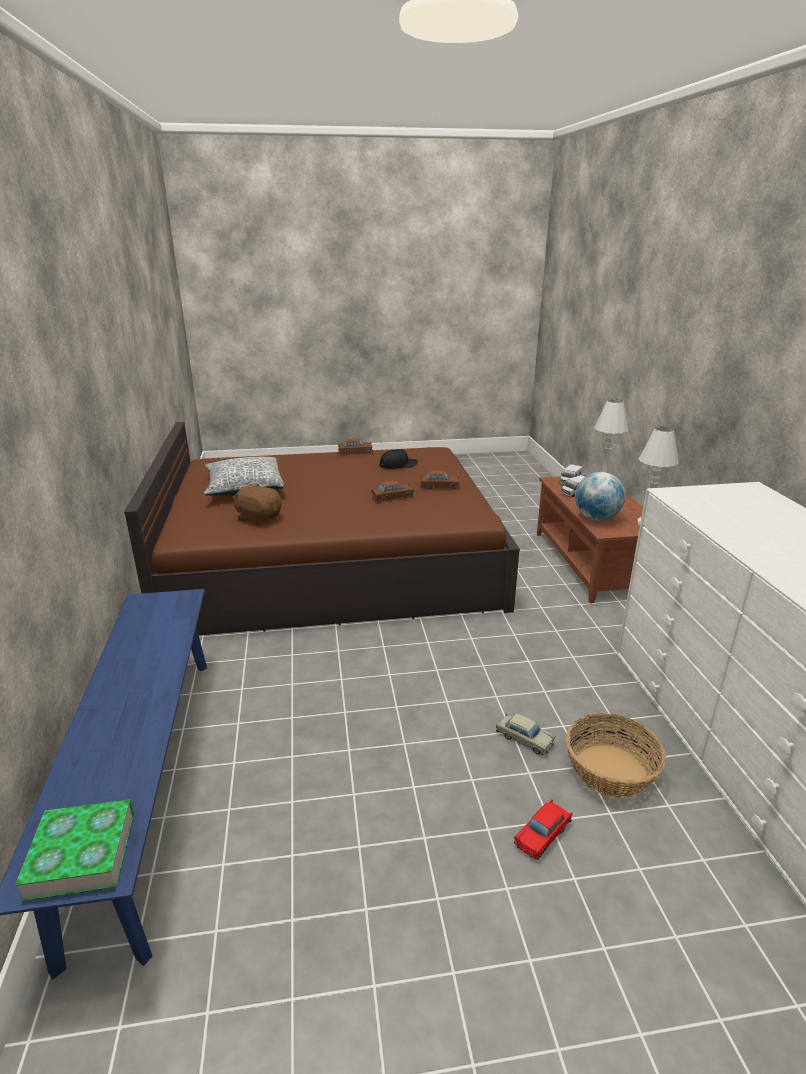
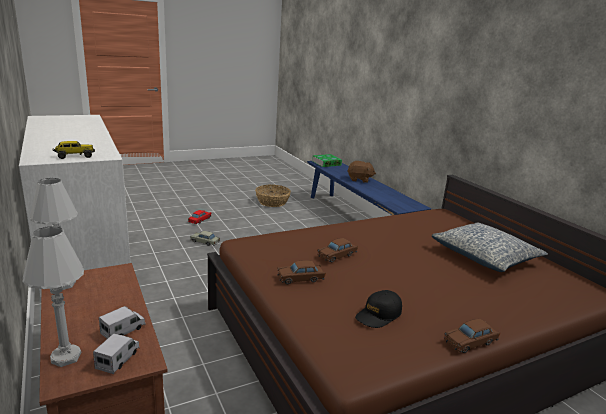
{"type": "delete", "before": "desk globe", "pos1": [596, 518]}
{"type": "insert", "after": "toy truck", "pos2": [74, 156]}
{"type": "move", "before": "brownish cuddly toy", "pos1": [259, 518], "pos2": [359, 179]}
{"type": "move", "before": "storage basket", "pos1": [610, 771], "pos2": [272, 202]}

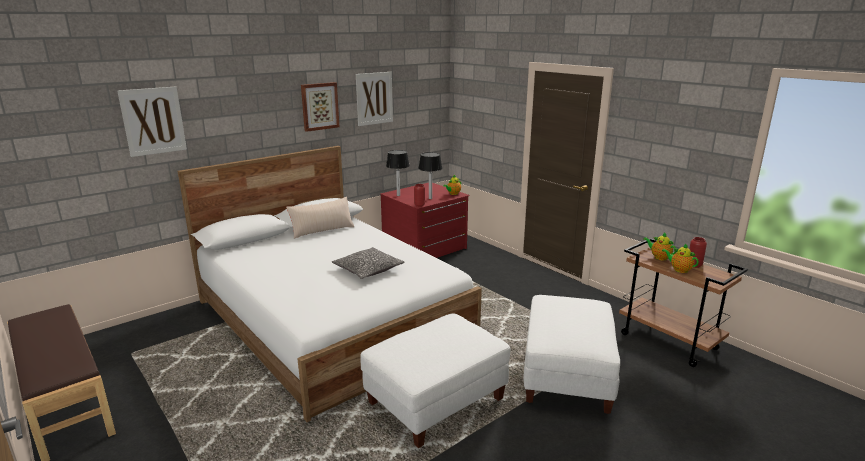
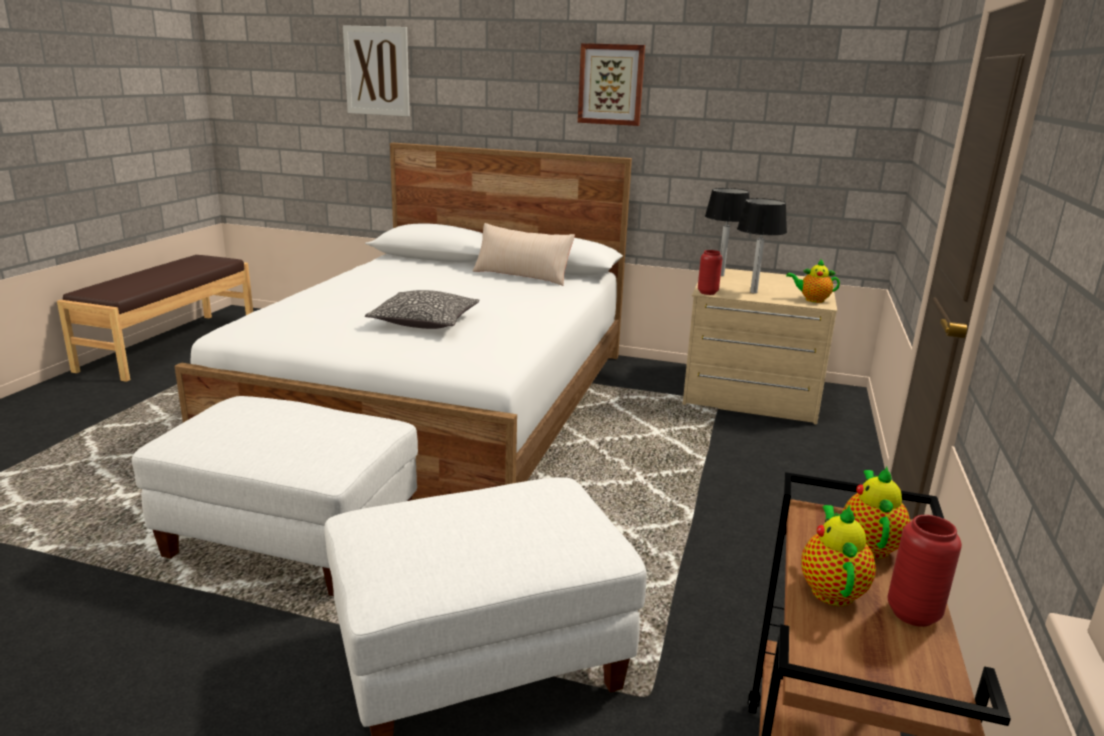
{"type": "delete", "before": "picture", "pos1": [374, 98]}
{"type": "recolor", "before": "red drawer chest", "after": "sand-coloured drawer chest", "pos1": [425, 248], "pos2": [751, 394]}

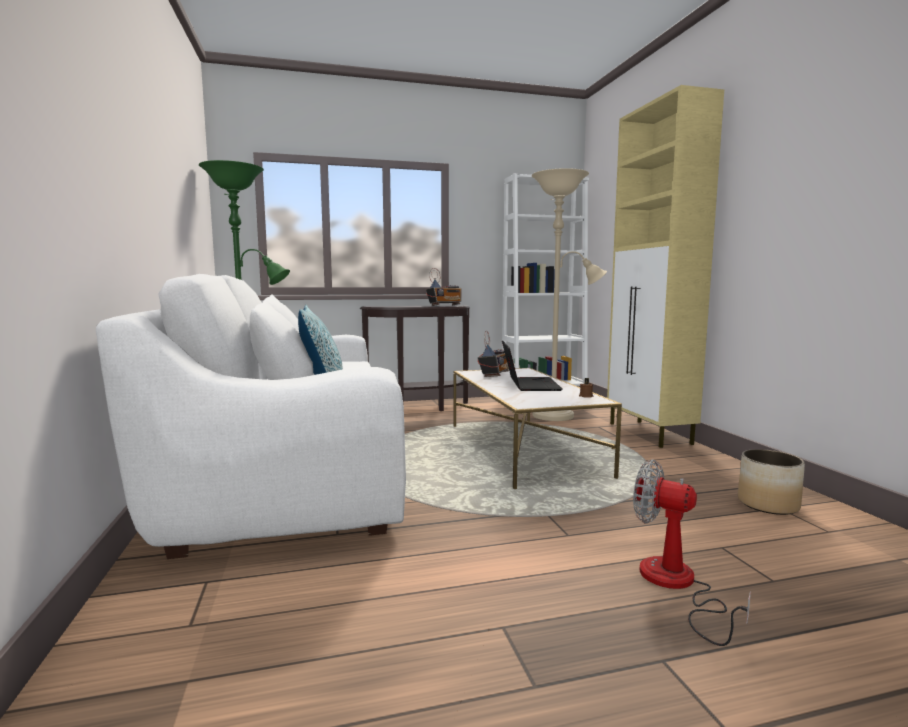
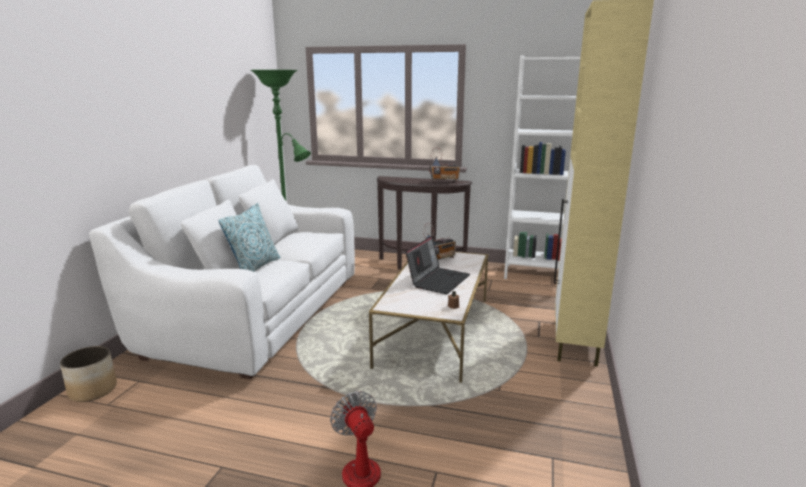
{"type": "delete", "before": "sand-coloured floor lamp", "pos1": [558, 415]}
{"type": "move", "before": "flower pot", "pos1": [767, 504], "pos2": [93, 390]}

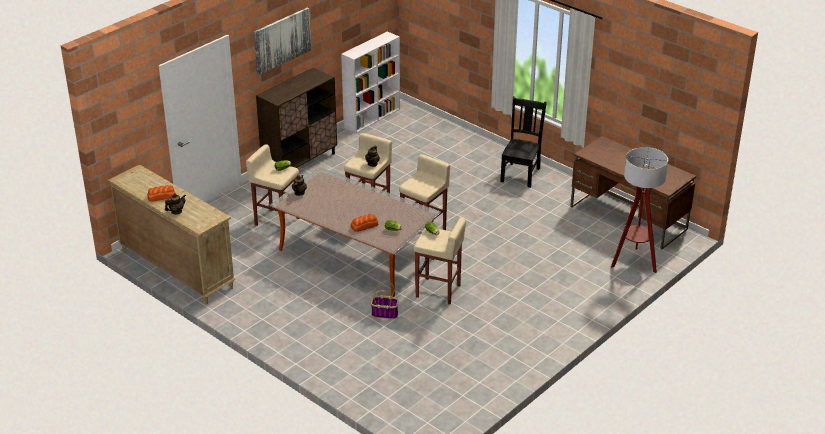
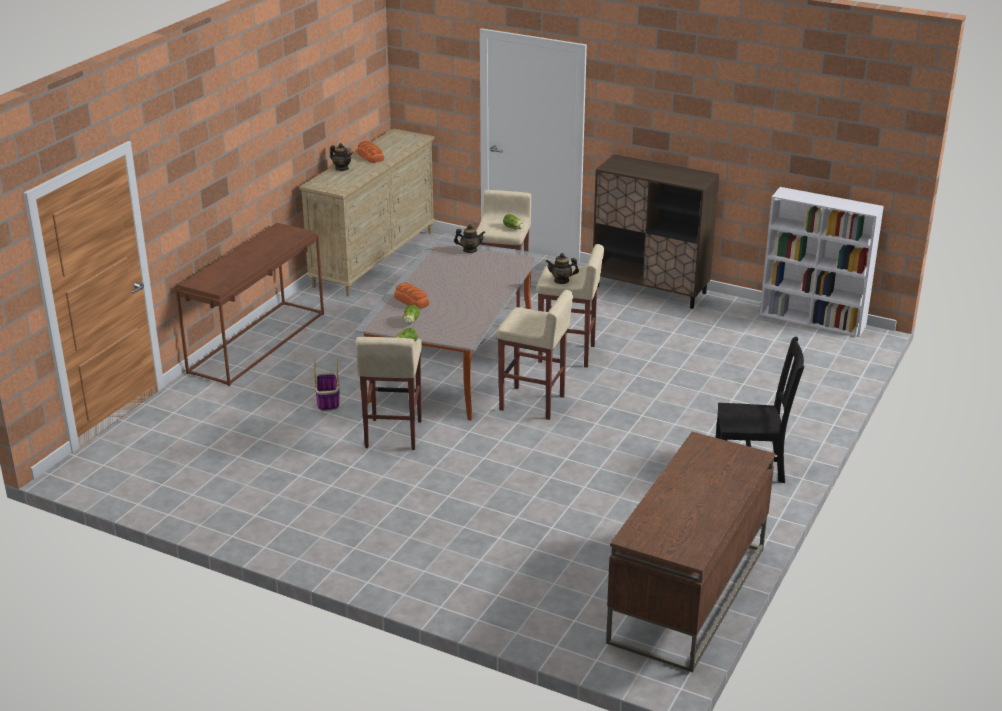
{"type": "delete", "before": "picture", "pos1": [282, 40]}
{"type": "delete", "before": "floor lamp", "pos1": [634, 262]}
{"type": "insert", "after": "brownish console table", "pos2": [257, 342]}

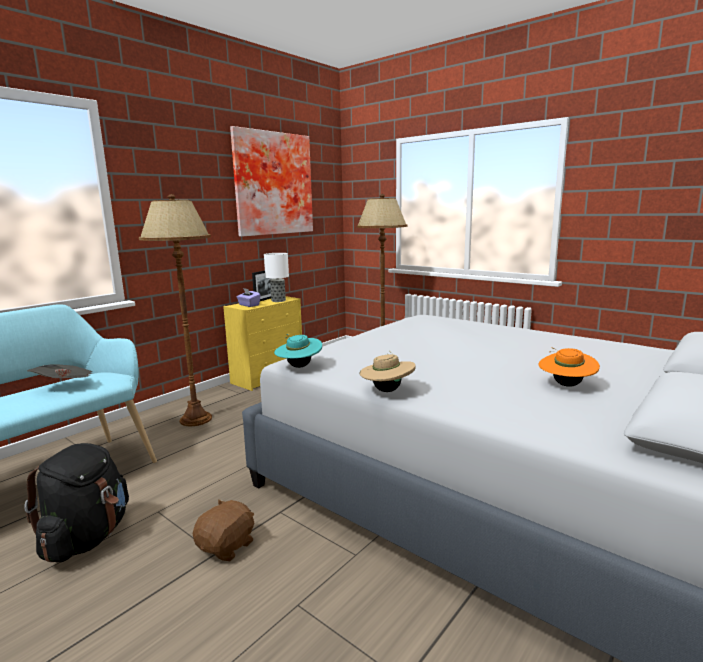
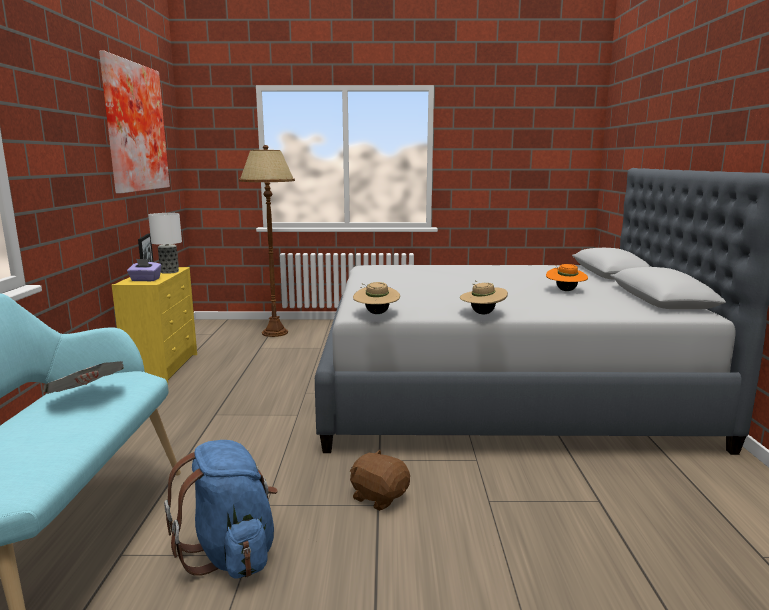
{"type": "delete", "before": "brownish floor lamp", "pos1": [195, 419]}
{"type": "recolor", "before": "black backpack", "after": "bluish backpack", "pos1": [87, 538], "pos2": [231, 552]}
{"type": "recolor", "before": "turquoise clothing hat", "after": "sand-coloured clothing hat", "pos1": [299, 366], "pos2": [376, 313]}
{"type": "rotate", "before": "brownish cuddly toy", "pos1": [227, 546], "pos2": [379, 496], "turn": -45}

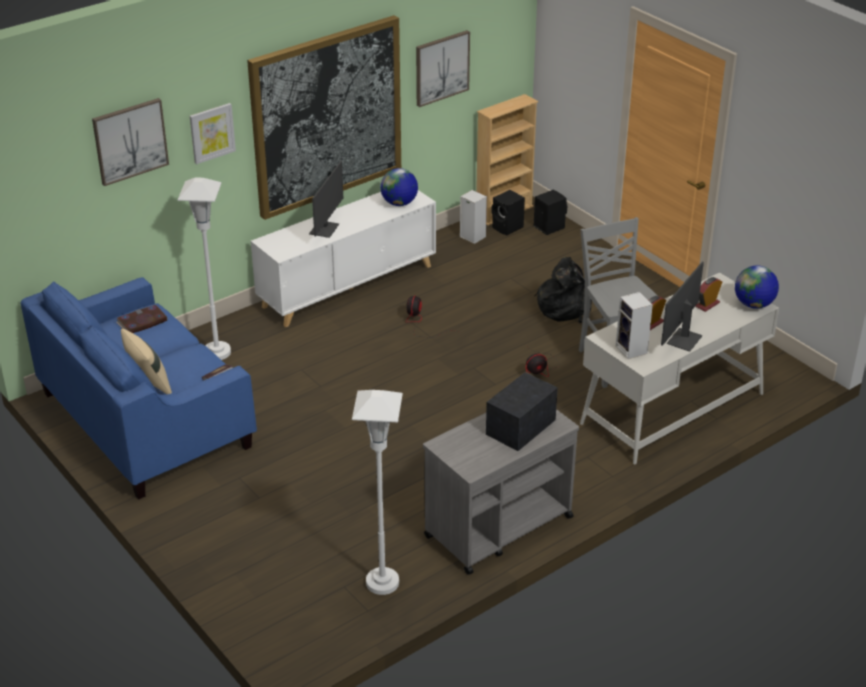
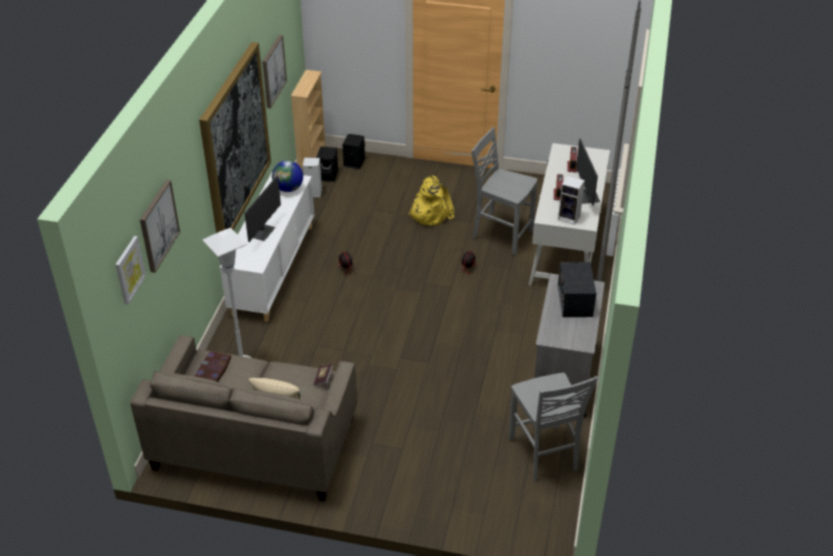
{"type": "delete", "before": "desk globe", "pos1": [753, 304]}
{"type": "move", "before": "picture", "pos1": [212, 133], "pos2": [129, 270]}
{"type": "replace", "before": "white-coloured floor lamp", "after": "gray plain chair", "pos1": [382, 582], "pos2": [544, 454]}
{"type": "recolor", "before": "bluish couch", "after": "sand-coloured couch", "pos1": [146, 419], "pos2": [255, 443]}
{"type": "recolor", "before": "black backpack", "after": "yellow backpack", "pos1": [565, 307], "pos2": [429, 213]}
{"type": "rotate", "before": "computer display", "pos1": [325, 229], "pos2": [262, 232], "turn": 45}

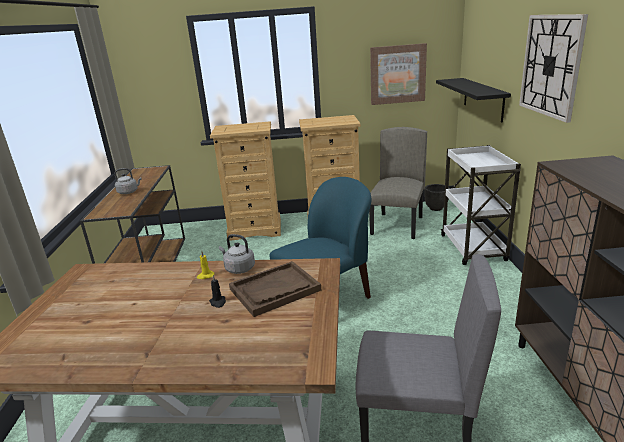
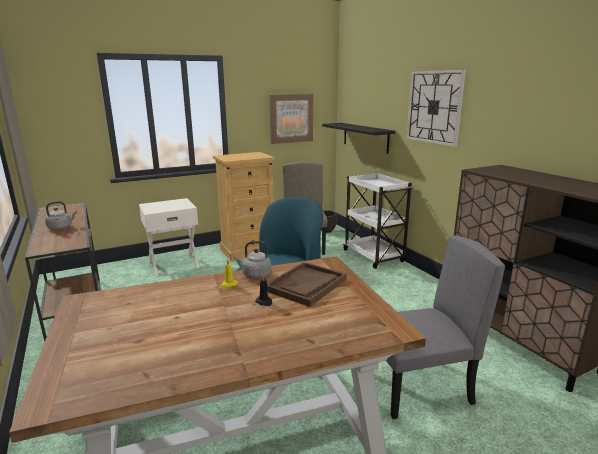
{"type": "replace", "before": "sand-coloured drawer chest", "after": "white-coloured nightstand", "pos1": [255, 230], "pos2": [173, 264]}

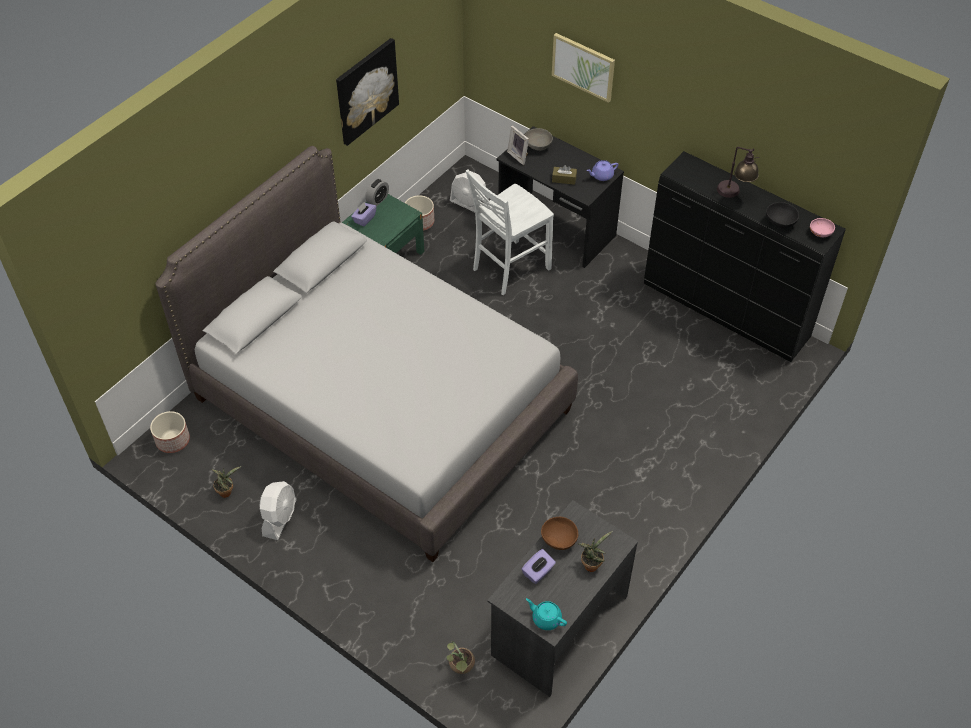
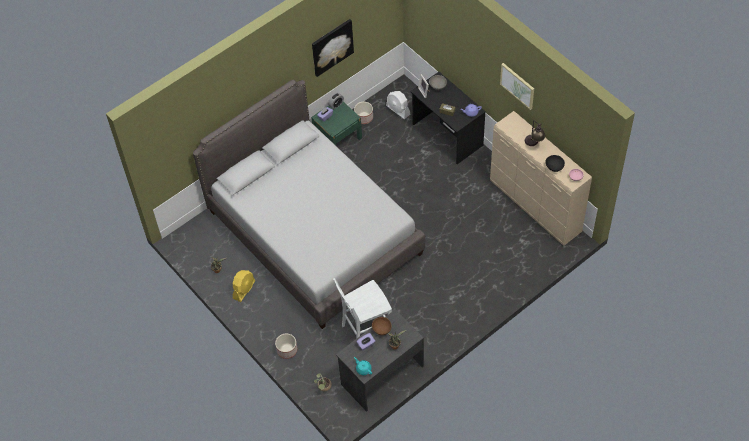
{"type": "move", "before": "flower pot", "pos1": [172, 440], "pos2": [286, 350]}
{"type": "move", "before": "white-coloured plain chair", "pos1": [509, 269], "pos2": [365, 329]}
{"type": "move", "before": "picture", "pos1": [583, 66], "pos2": [517, 85]}
{"type": "recolor", "before": "white-coloured fan", "after": "yellow fan", "pos1": [280, 518], "pos2": [244, 289]}
{"type": "recolor", "before": "black drawer chest", "after": "sand-coloured drawer chest", "pos1": [725, 312], "pos2": [535, 207]}

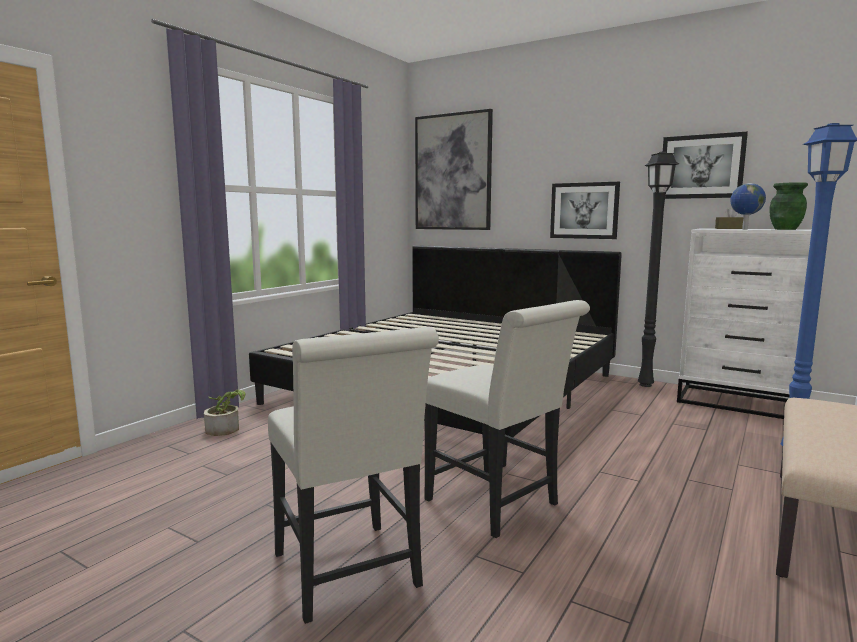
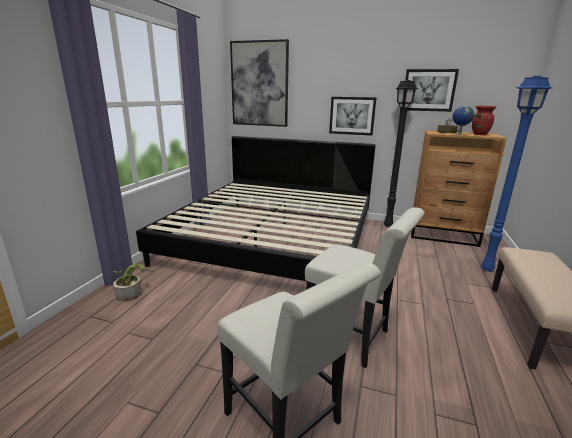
{"type": "recolor", "before": "white-coloured drawer chest", "after": "brownish drawer chest", "pos1": [739, 403], "pos2": [443, 235]}
{"type": "recolor", "before": "green flower vase", "after": "red flower vase", "pos1": [785, 229], "pos2": [479, 134]}

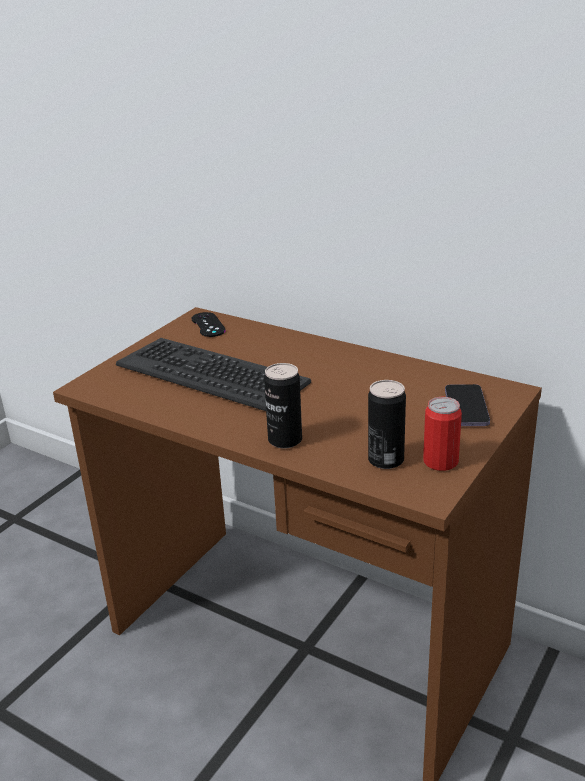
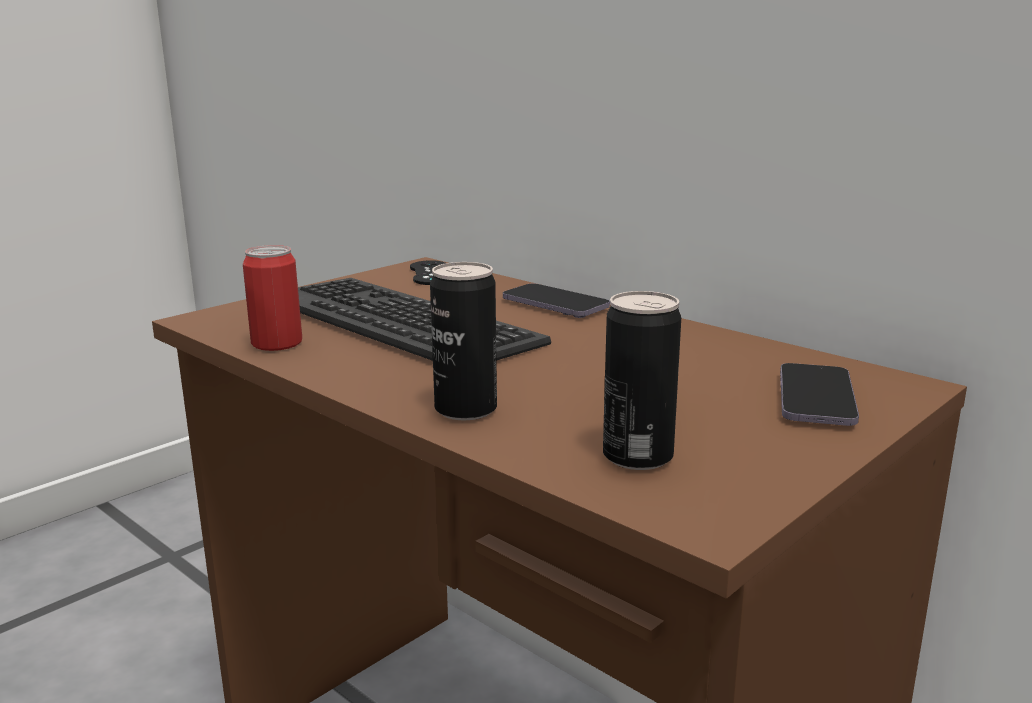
{"type": "insert", "after": "telephone", "pos2": [555, 304]}
{"type": "move", "before": "metal can", "pos1": [440, 462], "pos2": [277, 343]}

